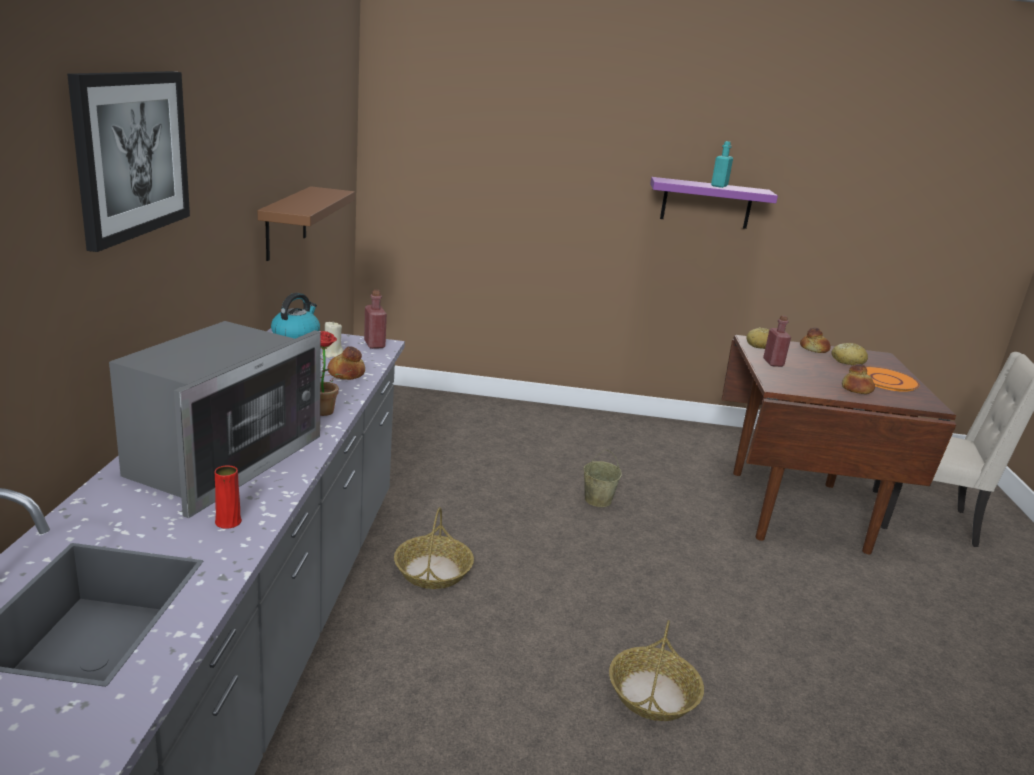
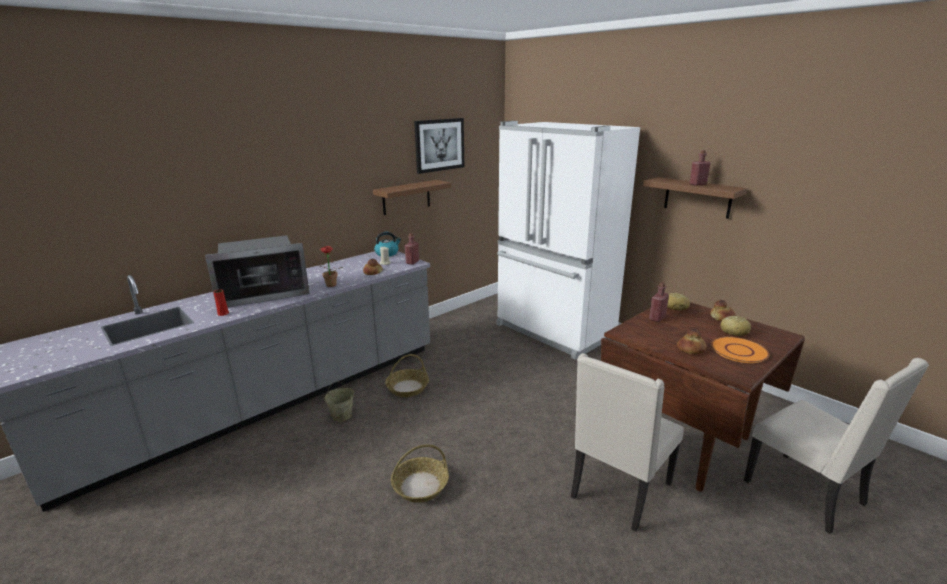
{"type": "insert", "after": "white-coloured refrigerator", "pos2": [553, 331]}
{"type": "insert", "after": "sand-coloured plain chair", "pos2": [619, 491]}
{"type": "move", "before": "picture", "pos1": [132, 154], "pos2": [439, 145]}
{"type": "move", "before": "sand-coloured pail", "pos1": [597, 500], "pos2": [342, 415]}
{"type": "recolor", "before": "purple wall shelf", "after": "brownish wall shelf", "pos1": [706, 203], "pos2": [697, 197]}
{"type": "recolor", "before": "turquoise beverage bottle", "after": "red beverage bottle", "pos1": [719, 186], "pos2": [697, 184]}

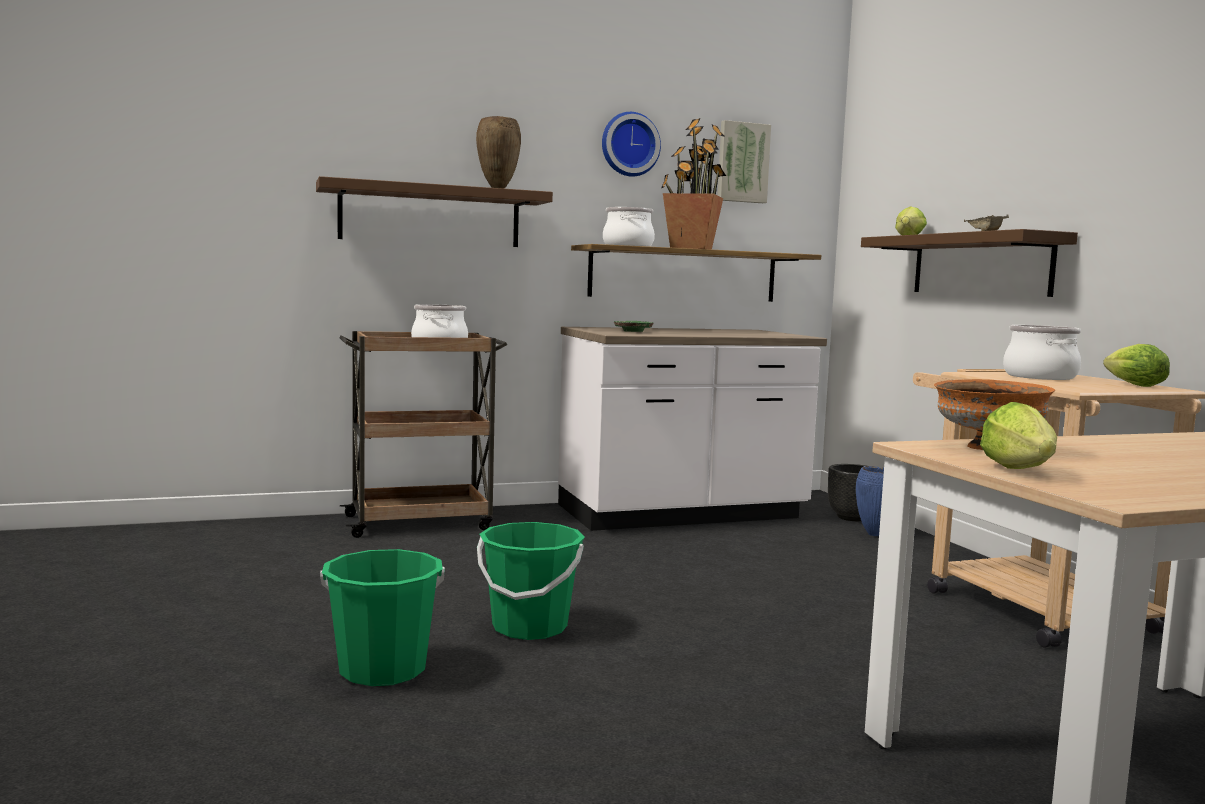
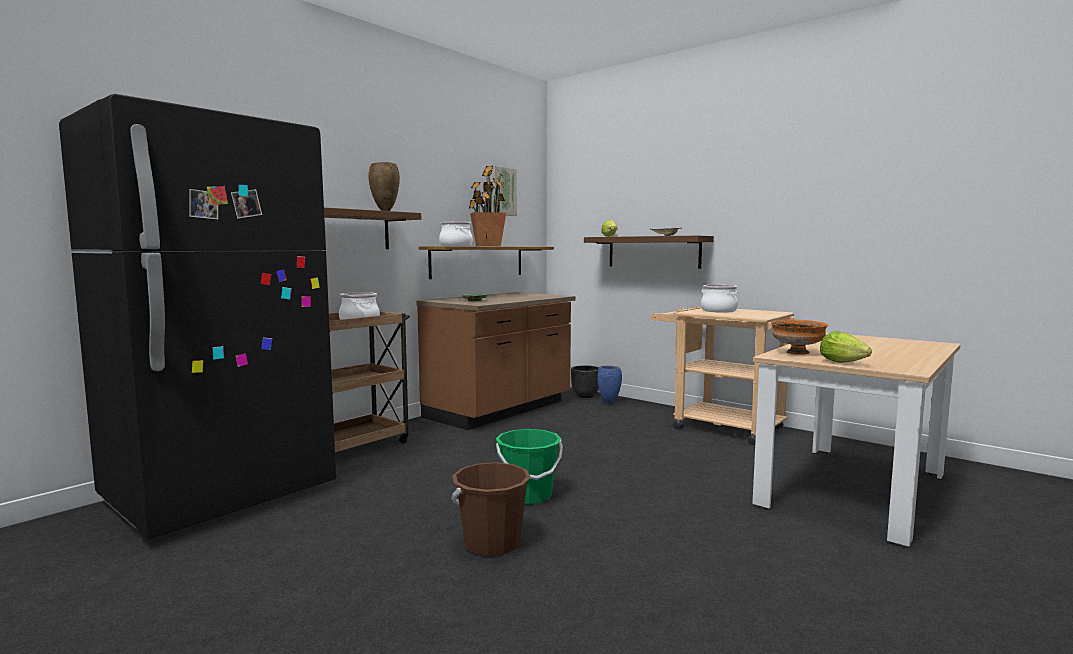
{"type": "delete", "before": "wall clock", "pos1": [629, 145]}
{"type": "delete", "before": "lettuce", "pos1": [1131, 385]}
{"type": "insert", "after": "black refrigerator", "pos2": [221, 495]}
{"type": "recolor", "before": "green pail", "after": "brownish pail", "pos1": [383, 669], "pos2": [491, 543]}
{"type": "recolor", "before": "white-coloured counter", "after": "brownish counter", "pos1": [682, 514], "pos2": [500, 410]}

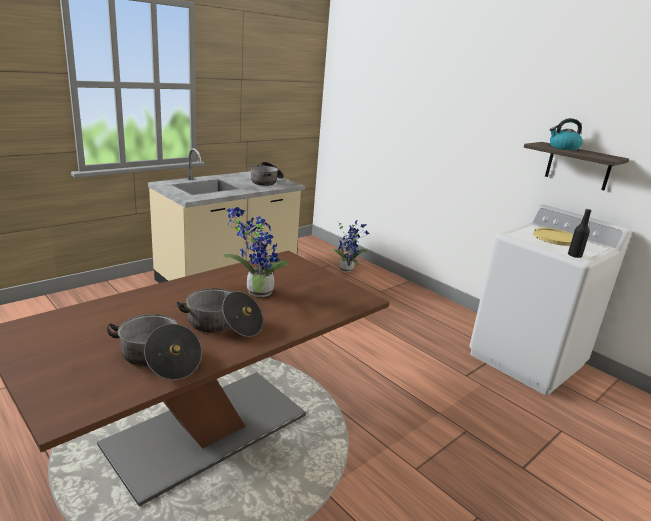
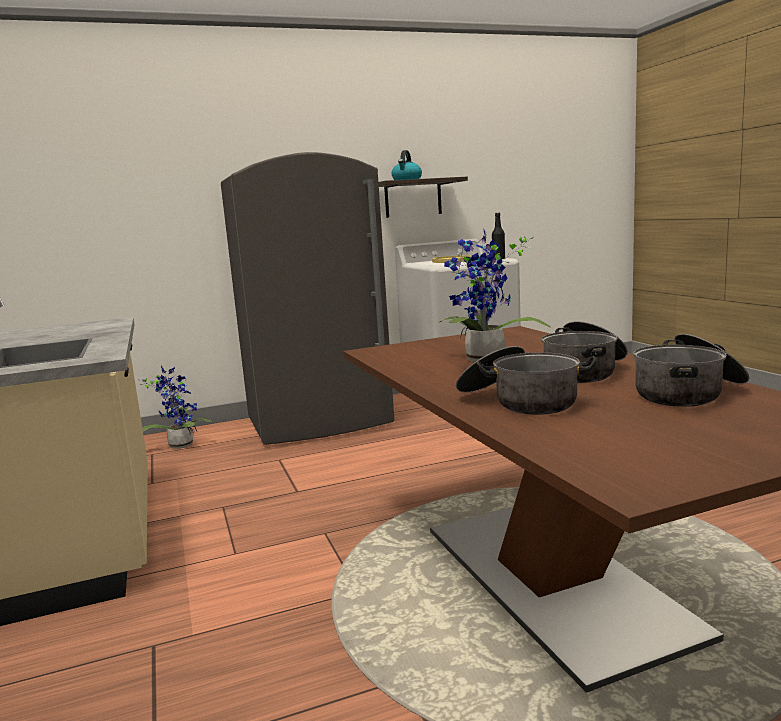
{"type": "insert", "after": "gray refrigerator", "pos2": [320, 422]}
{"type": "move", "before": "cooking pot", "pos1": [267, 181], "pos2": [520, 401]}

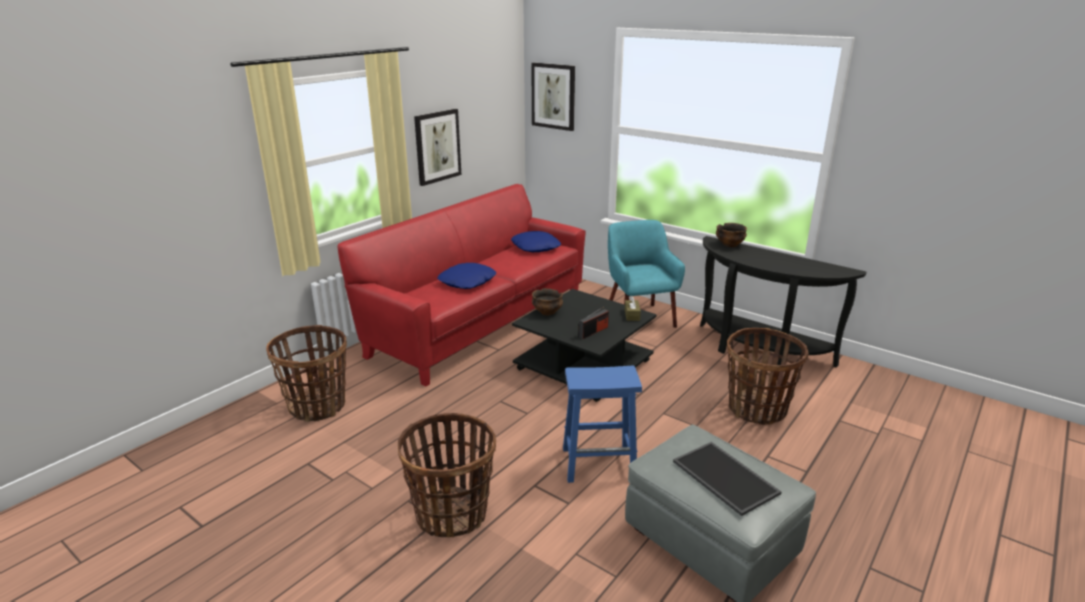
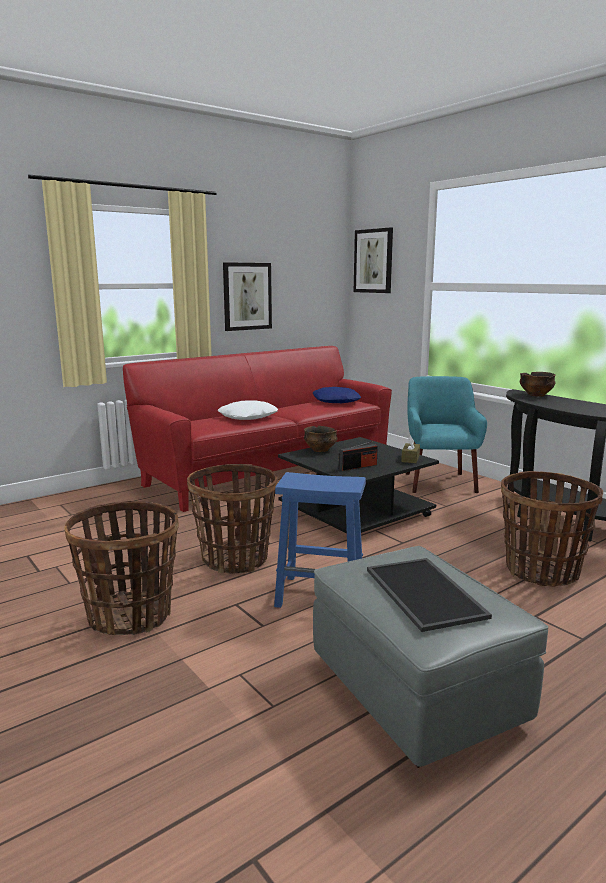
{"type": "move", "before": "storage basket", "pos1": [317, 406], "pos2": [235, 559]}
{"type": "recolor", "before": "bluish cushion", "after": "white-coloured cushion", "pos1": [467, 281], "pos2": [248, 417]}

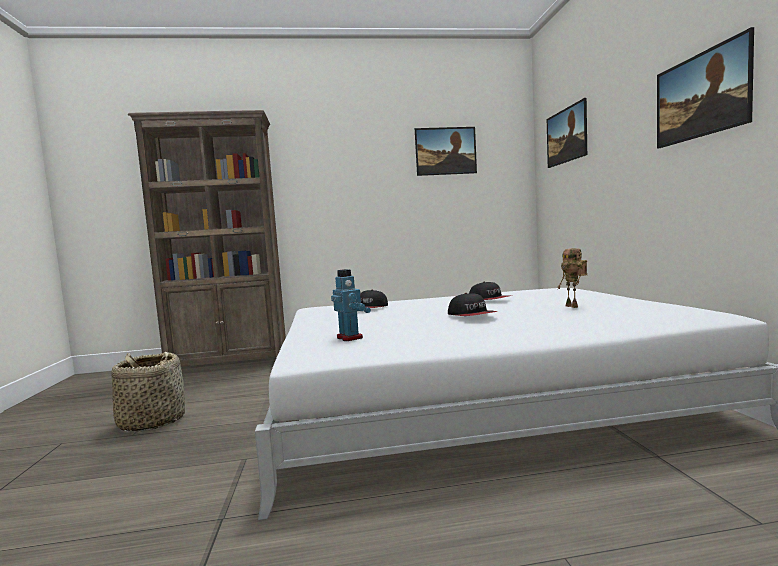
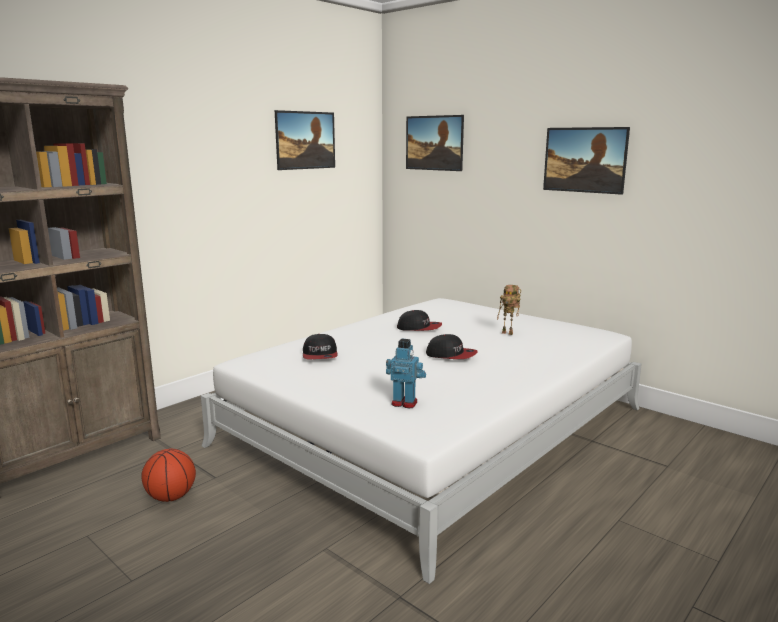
{"type": "delete", "before": "storage basket", "pos1": [152, 421]}
{"type": "insert", "after": "ball for basketball", "pos2": [171, 497]}

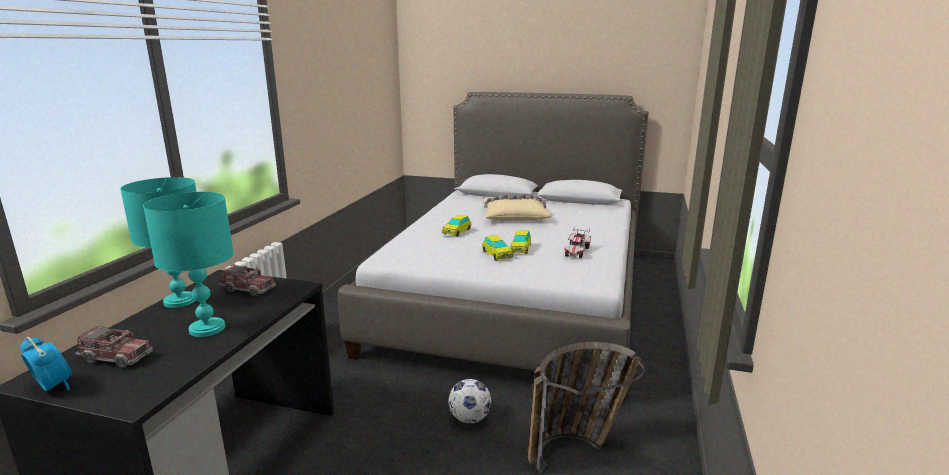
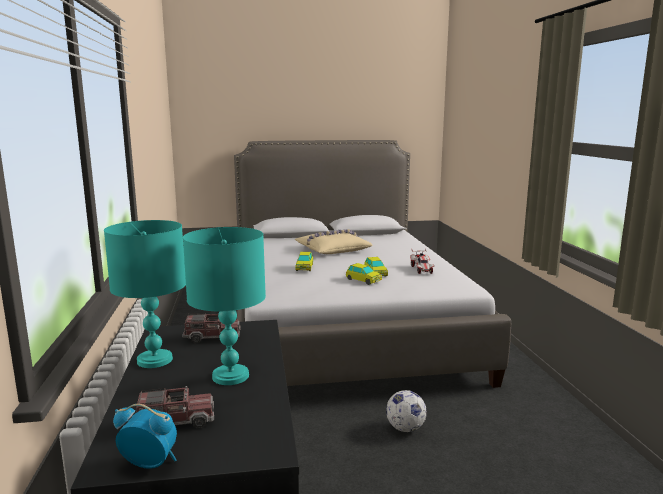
{"type": "delete", "before": "storage basket", "pos1": [576, 448]}

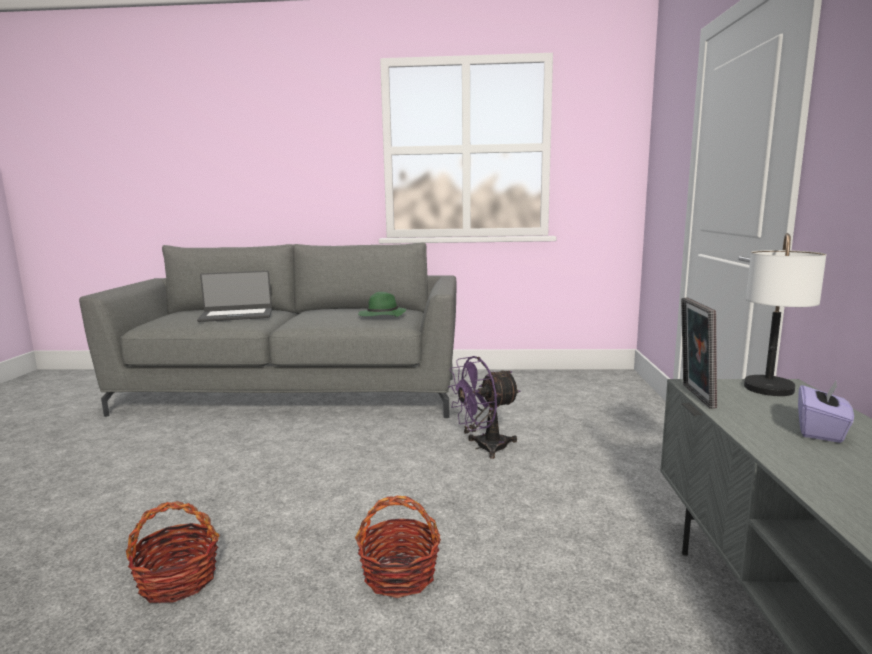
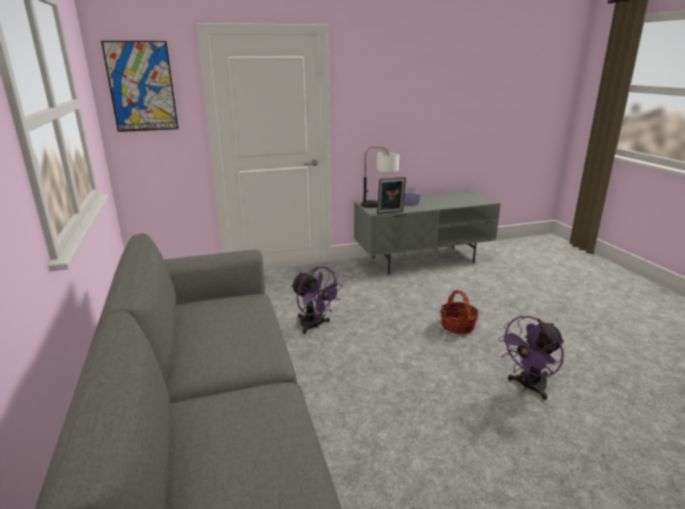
{"type": "delete", "before": "portable computer", "pos1": [236, 315]}
{"type": "delete", "before": "green clothing hat", "pos1": [382, 316]}
{"type": "insert", "after": "picture", "pos2": [141, 87]}
{"type": "replace", "before": "storage basket", "after": "purple fan", "pos1": [177, 580], "pos2": [528, 387]}

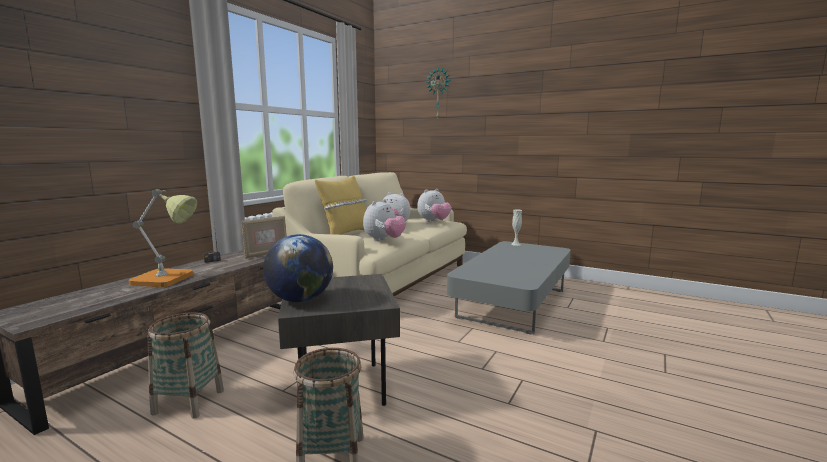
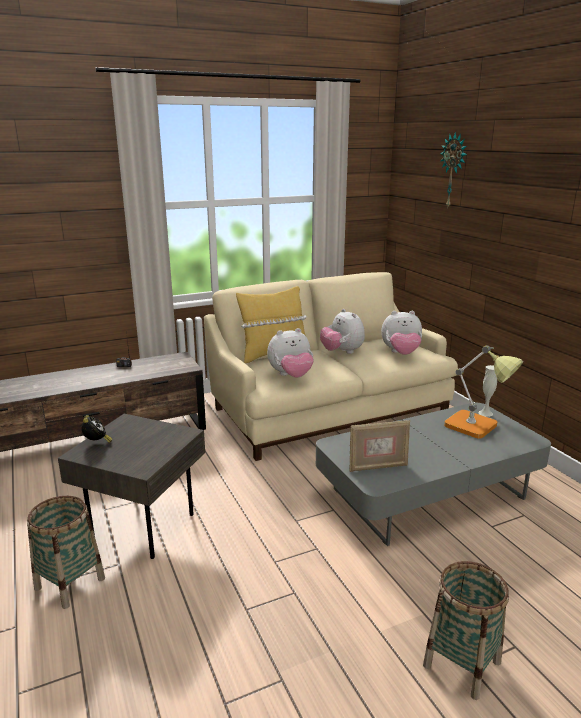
{"type": "move", "before": "tabletop lamp", "pos1": [169, 279], "pos2": [477, 427]}
{"type": "move", "before": "storage basket", "pos1": [189, 402], "pos2": [462, 663]}
{"type": "move", "before": "picture frame", "pos1": [266, 254], "pos2": [377, 467]}
{"type": "replace", "before": "desk globe", "after": "bedside clock", "pos1": [300, 300], "pos2": [97, 442]}

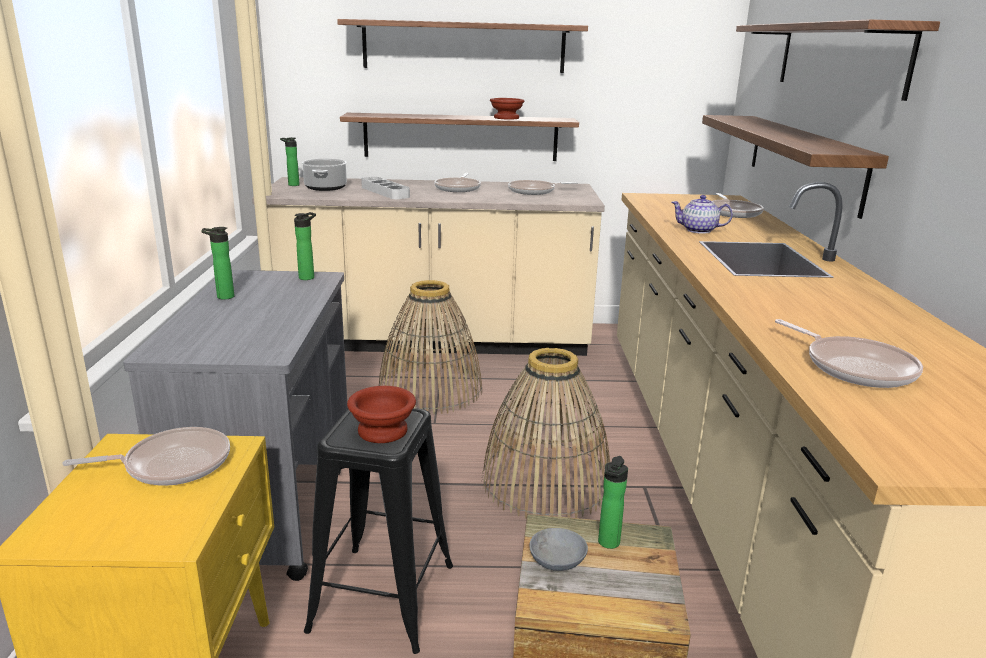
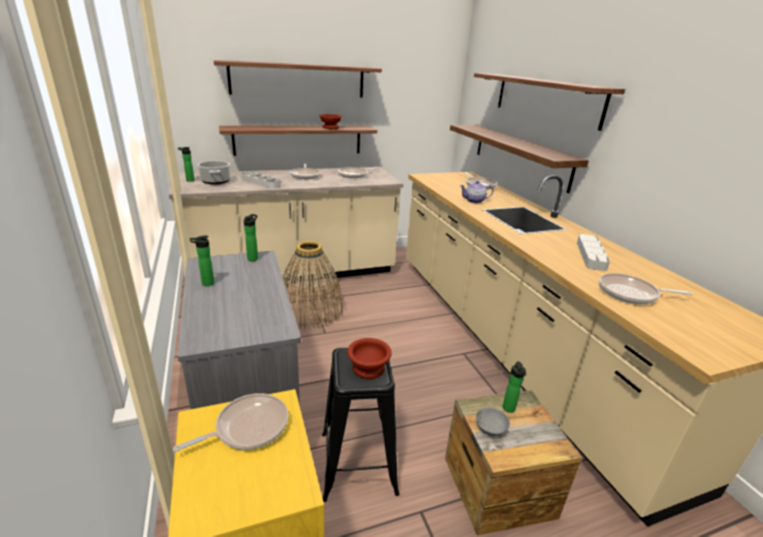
{"type": "delete", "before": "storage basket", "pos1": [546, 482]}
{"type": "insert", "after": "gray carrying tray", "pos2": [590, 255]}
{"type": "rotate", "before": "skillet", "pos1": [854, 367], "pos2": [631, 294], "turn": 150}

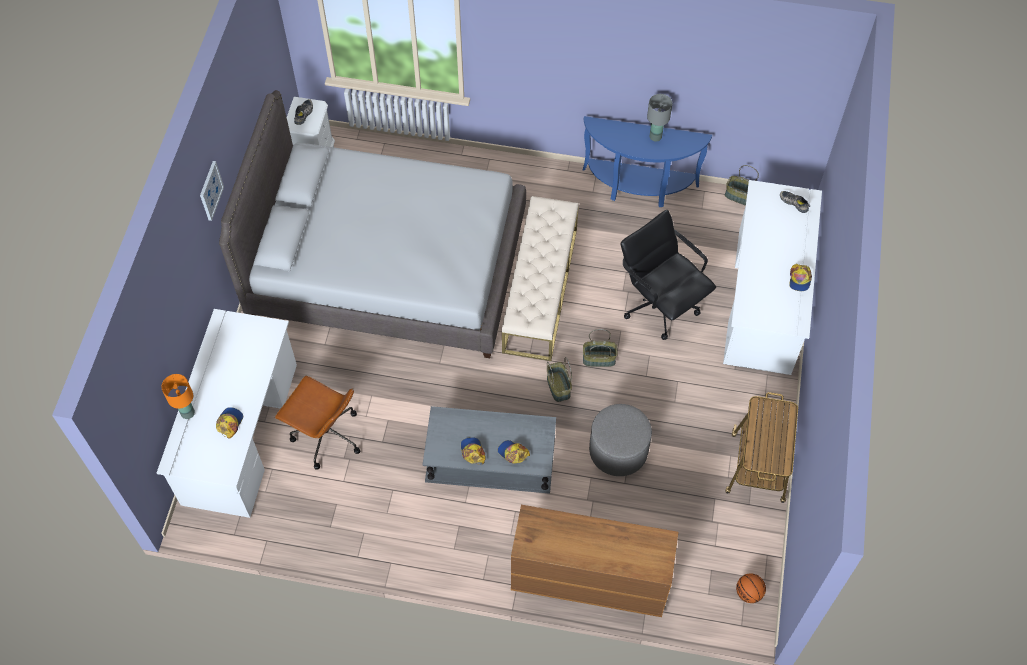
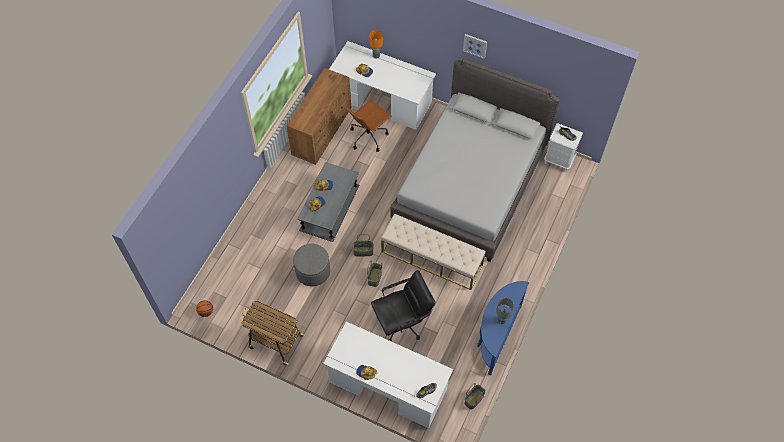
{"type": "move", "before": "brownish drawer chest", "pos1": [588, 579], "pos2": [322, 131]}

